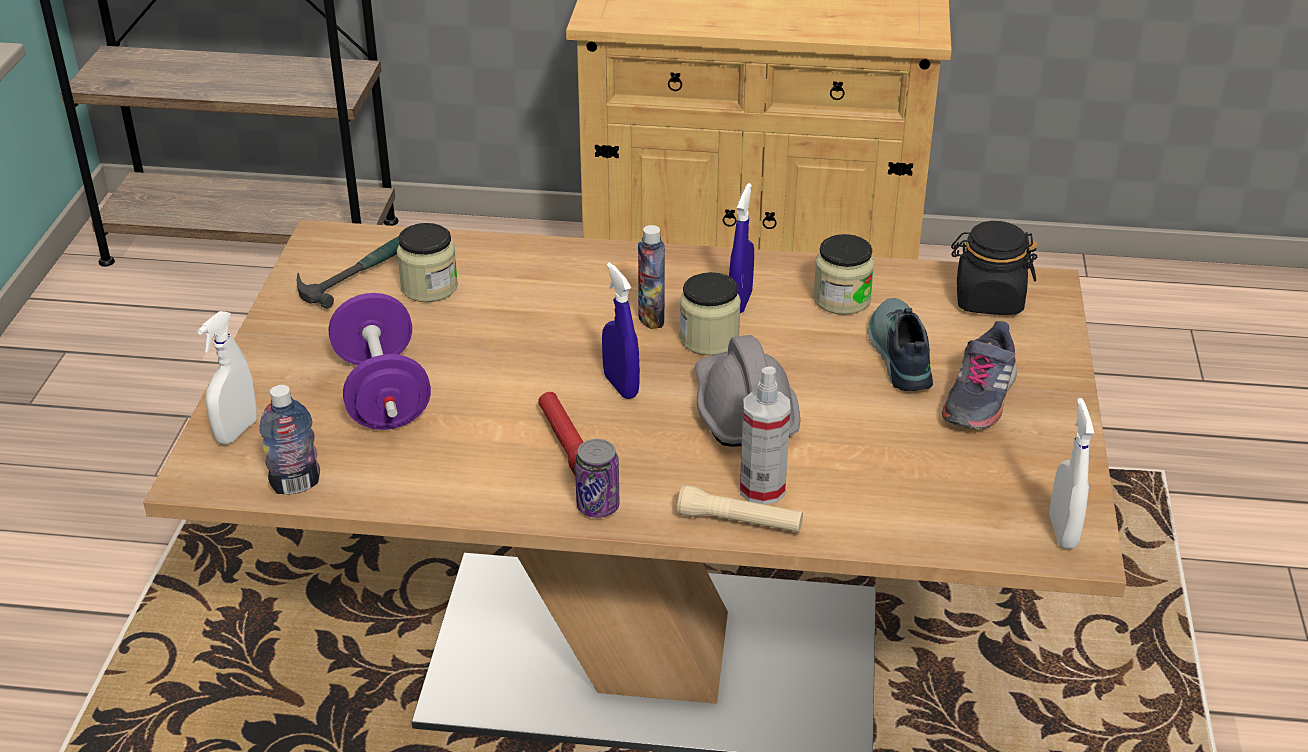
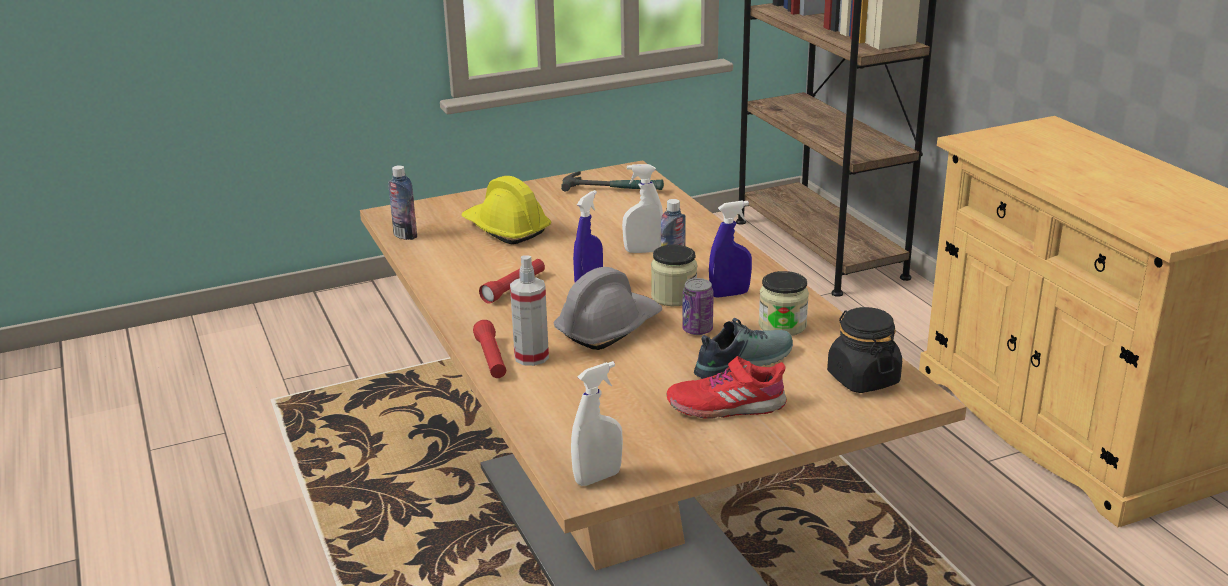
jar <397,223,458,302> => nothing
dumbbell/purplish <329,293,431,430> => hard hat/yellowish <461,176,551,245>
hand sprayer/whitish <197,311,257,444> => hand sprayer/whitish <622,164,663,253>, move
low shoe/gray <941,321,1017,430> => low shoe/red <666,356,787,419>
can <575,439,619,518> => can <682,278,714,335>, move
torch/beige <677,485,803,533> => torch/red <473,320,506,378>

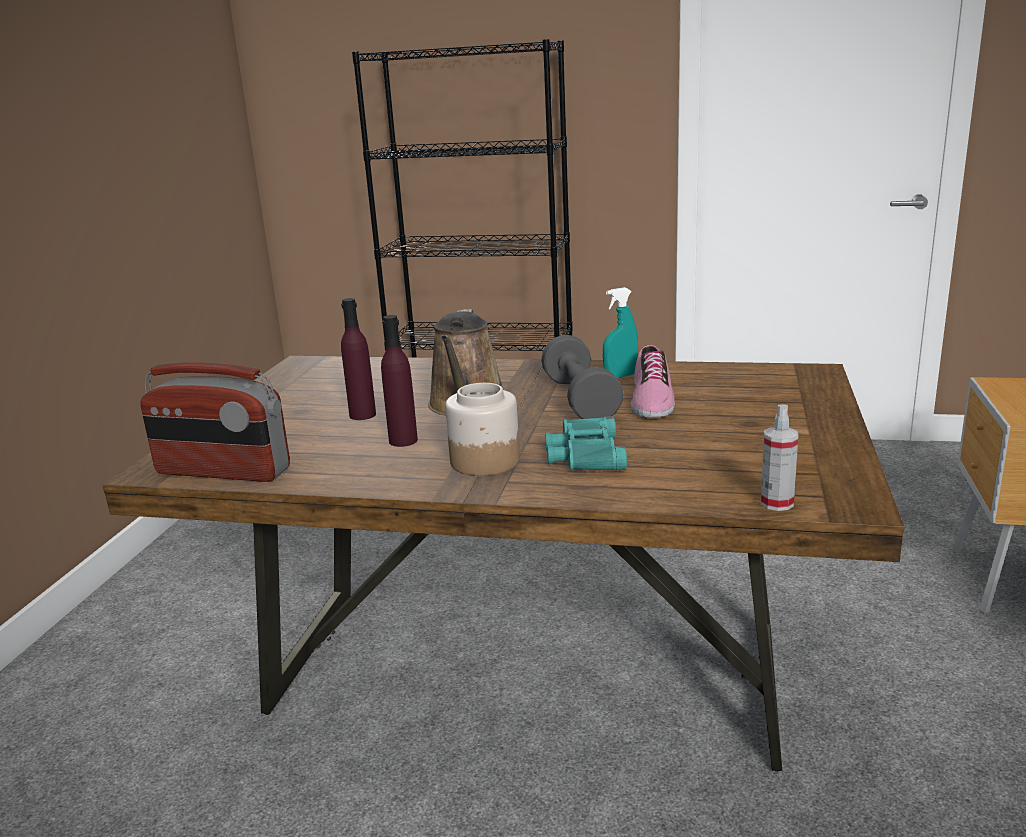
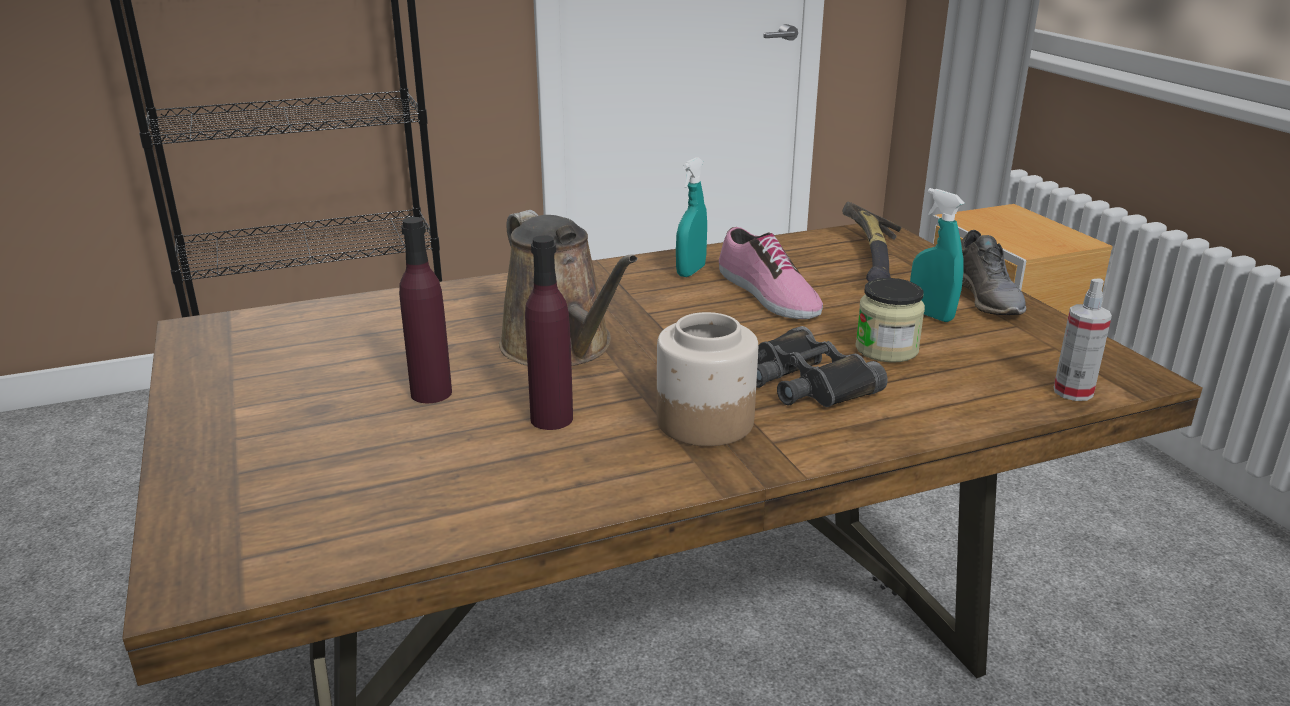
dumbbell/gray <541,335,623,419> => nothing
radio <140,362,290,482> => nothing
field glasses/blue-green <545,416,627,470> => field glasses/blackish <756,326,887,407>
nothing => hand sprayer/blue-green <910,188,964,322>
nothing => hammer <842,201,901,281>
nothing => low shoe/gray <961,230,1026,315>
nothing => jar <855,278,925,363>

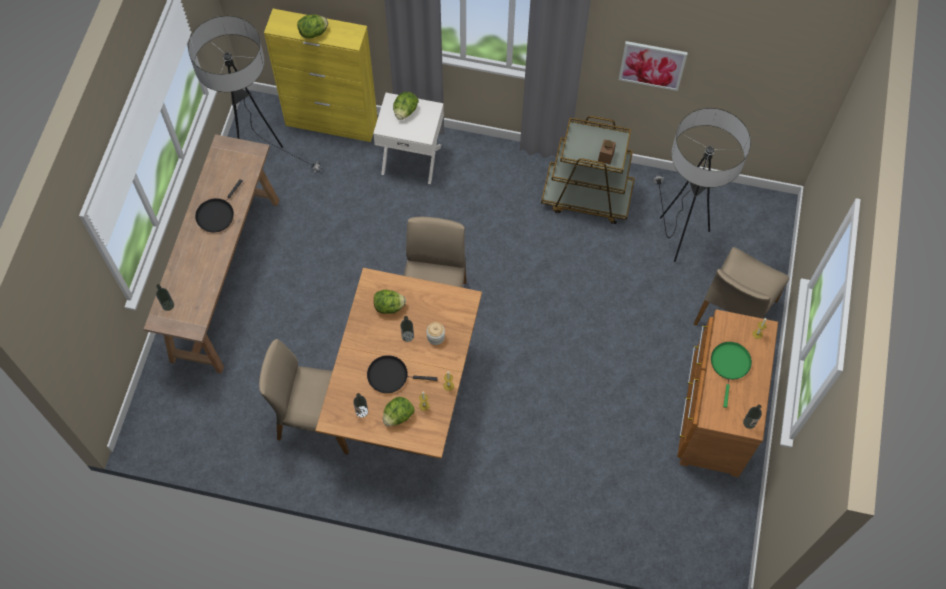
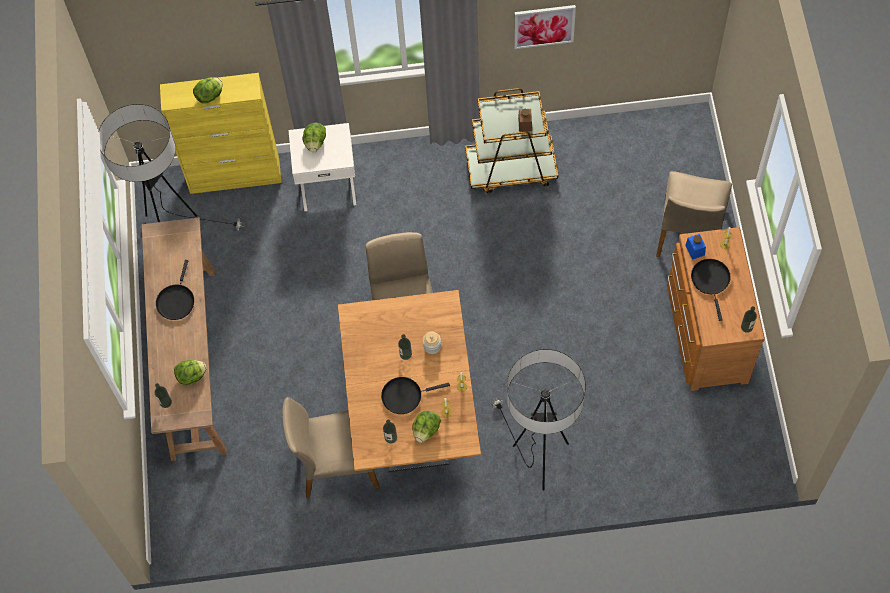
standing lamp <653,108,751,262> => standing lamp <493,349,586,491>, move
head of lettuce <374,289,406,314> => head of lettuce <174,360,207,385>, move
pan/greenish <711,342,752,408> => pan/blackish <691,259,731,321>
nothing => jar/blue-coloured <685,234,706,260>

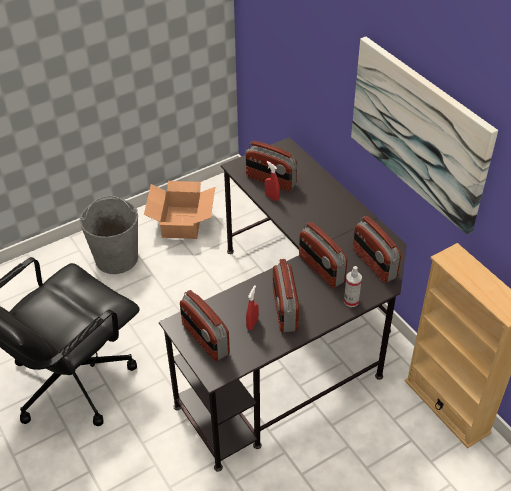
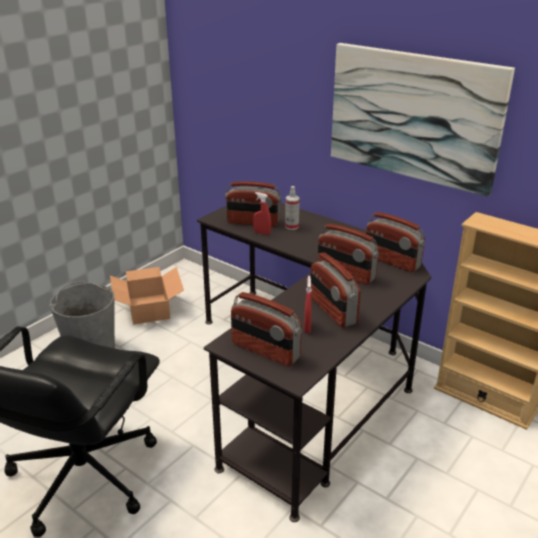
hand sprayer <344,266,362,307> => hand sprayer <285,186,300,230>, move

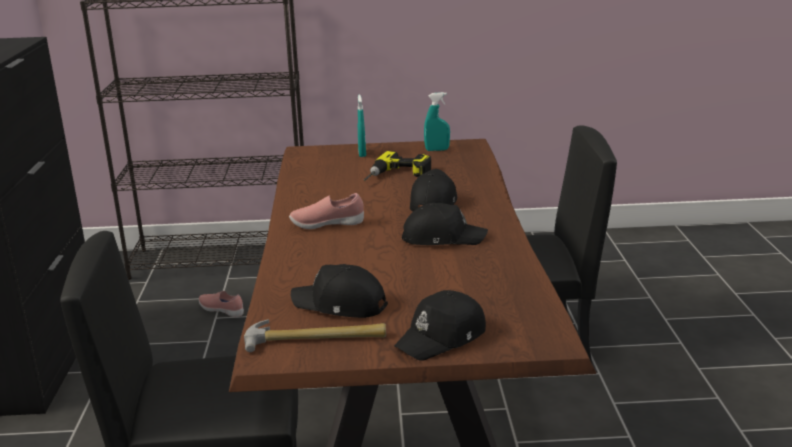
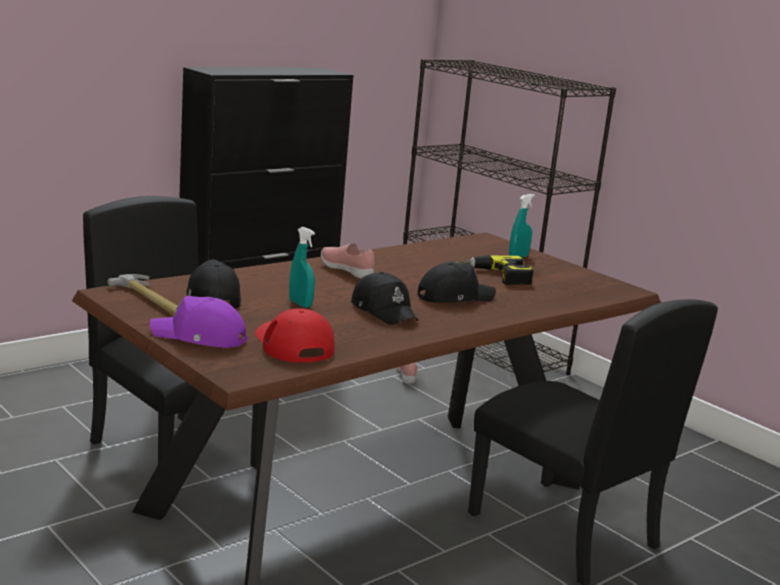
hand sprayer/blue-green <424,92,450,151> => hand sprayer/blue-green <289,227,315,308>, move
peaked cap/blackish <394,290,486,361> => peaked cap/purplish <150,296,248,348>
nothing => peaked cap/red <255,308,335,363>

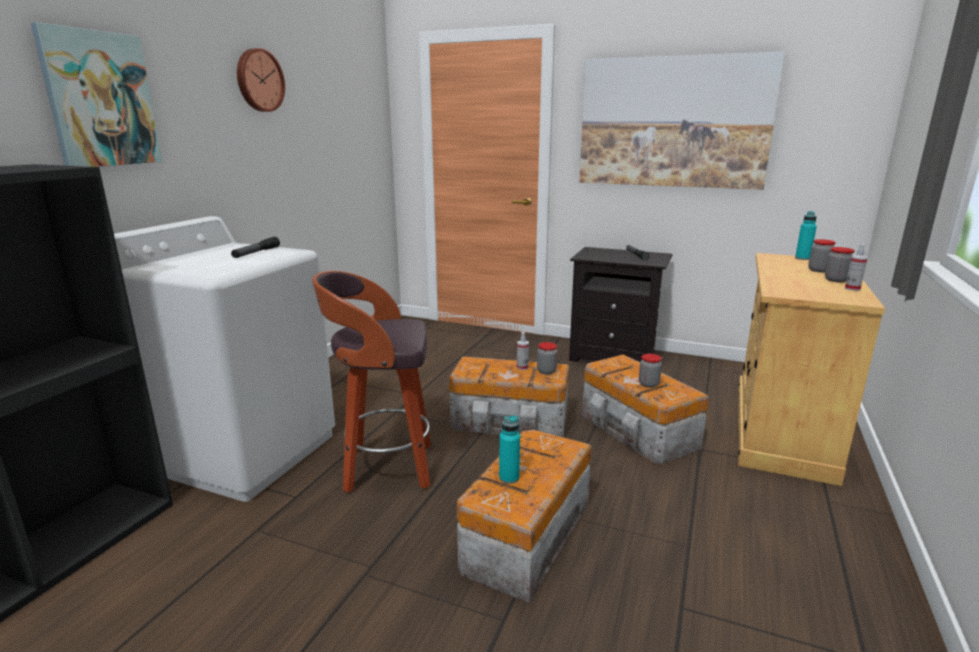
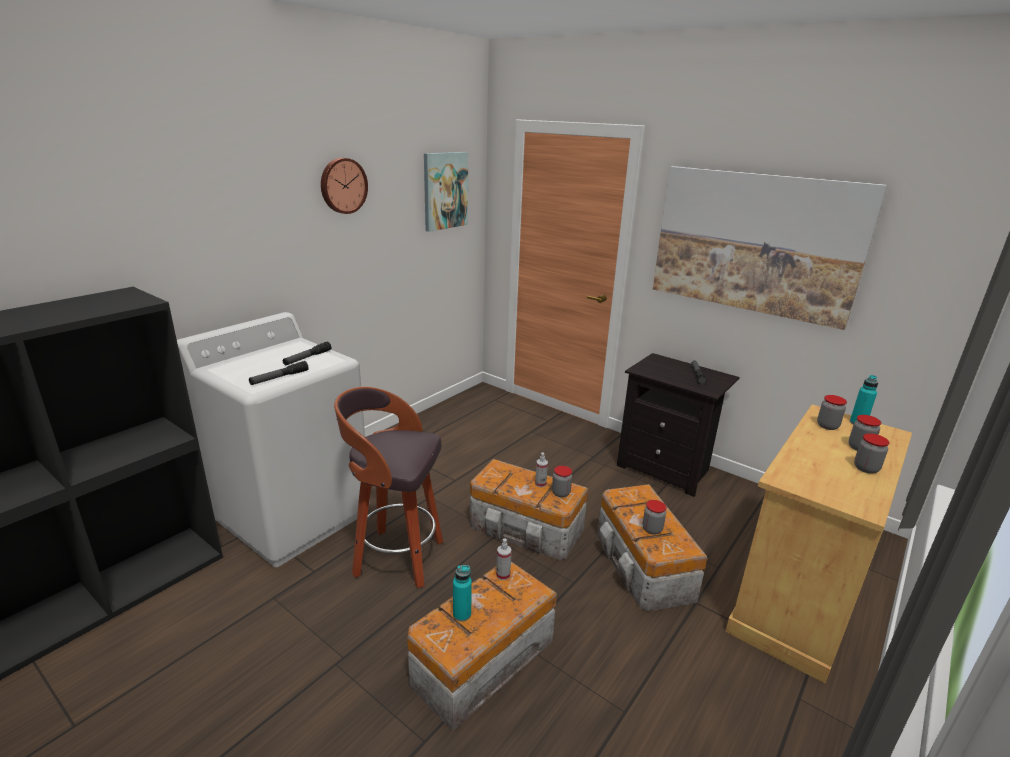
wall picture <31,22,163,167> => wall picture <424,152,468,232>, move
hand sprayer <845,244,868,291> => hand sprayer <496,539,512,580>, move
nothing => torch <249,361,309,385>
nothing => jar <817,395,847,430>

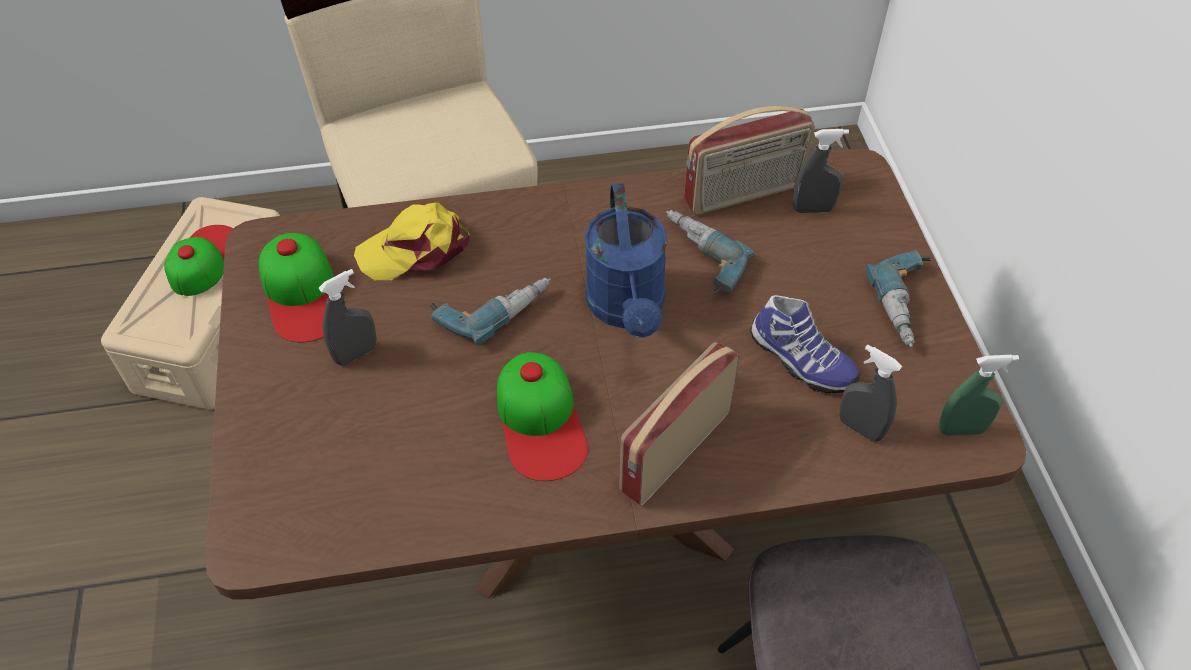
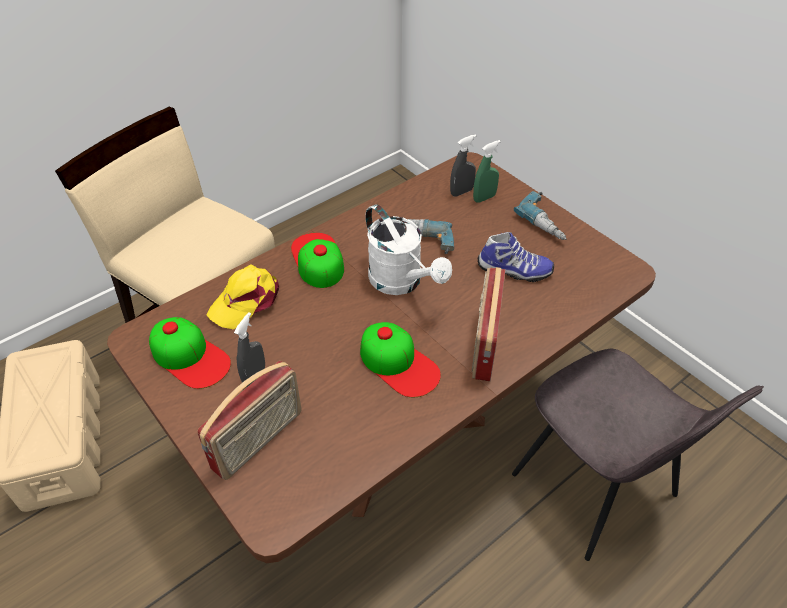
radio <684,106,815,215> => radio <197,361,302,480>, move
watering can/blue-coloured <585,183,667,338> => watering can/whitish <365,204,452,295>
peaked cap <164,225,233,296> => peaked cap <291,233,344,288>, move
drill <430,278,551,345> => nothing
hand sprayer/gray <839,344,902,442> => nothing
hand sprayer/greenish <939,355,1019,436> => hand sprayer/greenish <473,140,501,203>, move

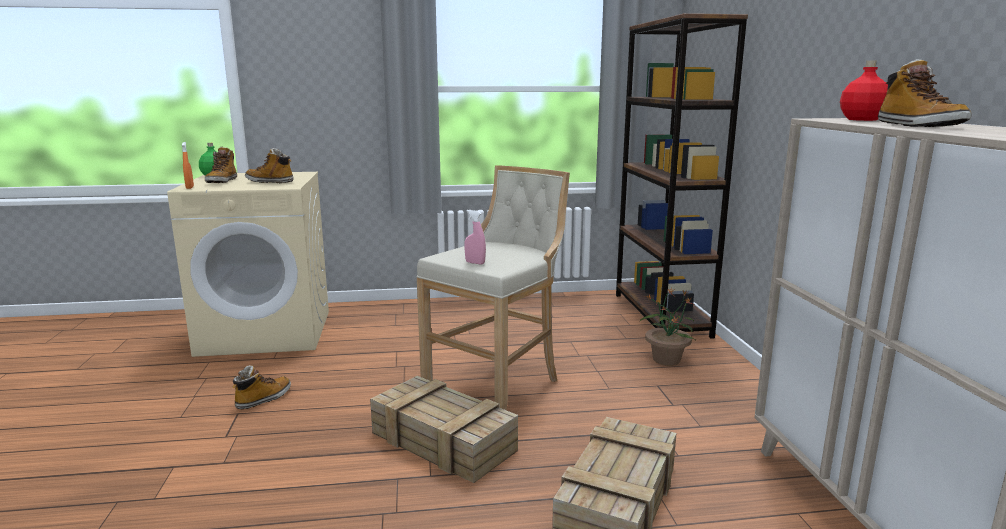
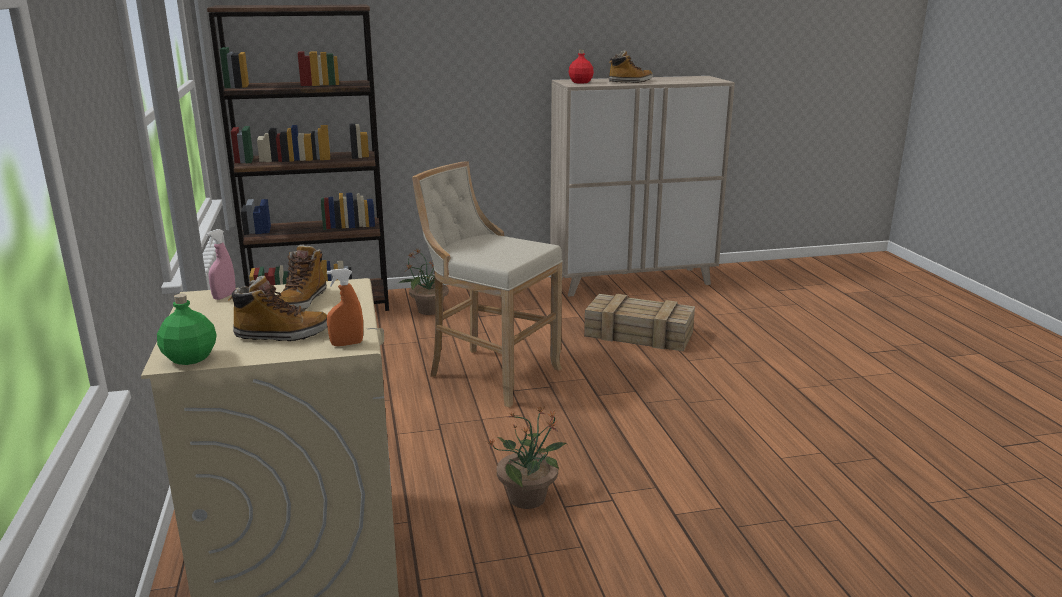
hand sprayer/pink <464,210,486,265> => hand sprayer/pink <206,229,236,300>, move
tall boot <232,365,291,410> => potted plant <486,407,567,509>
shipping crate <370,376,518,483> => nothing

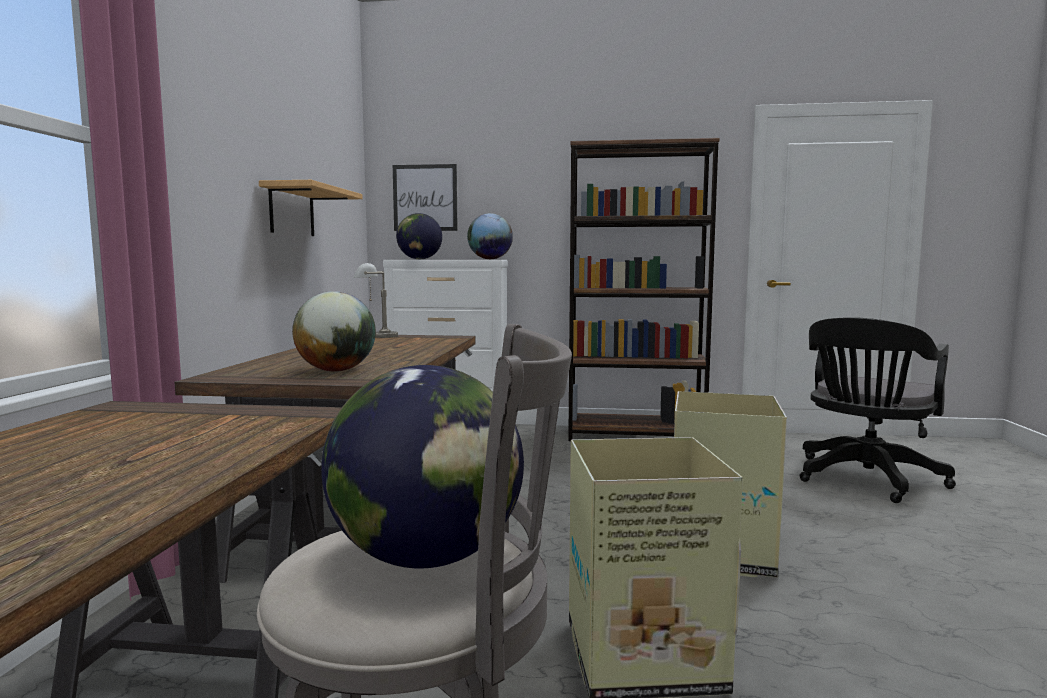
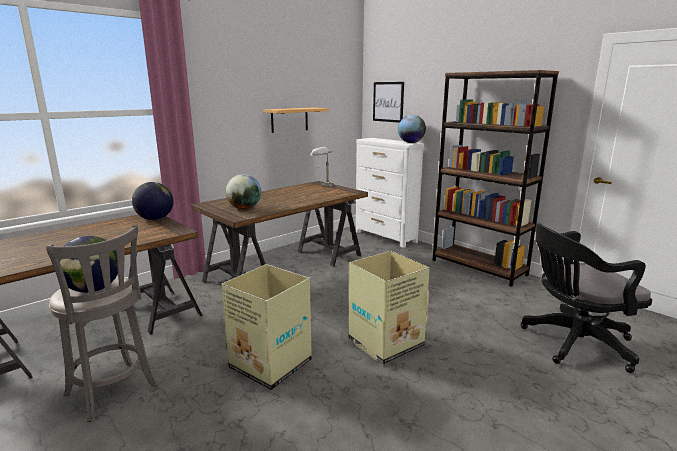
desk globe <396,213,442,259> => desk globe <132,182,173,220>, move

